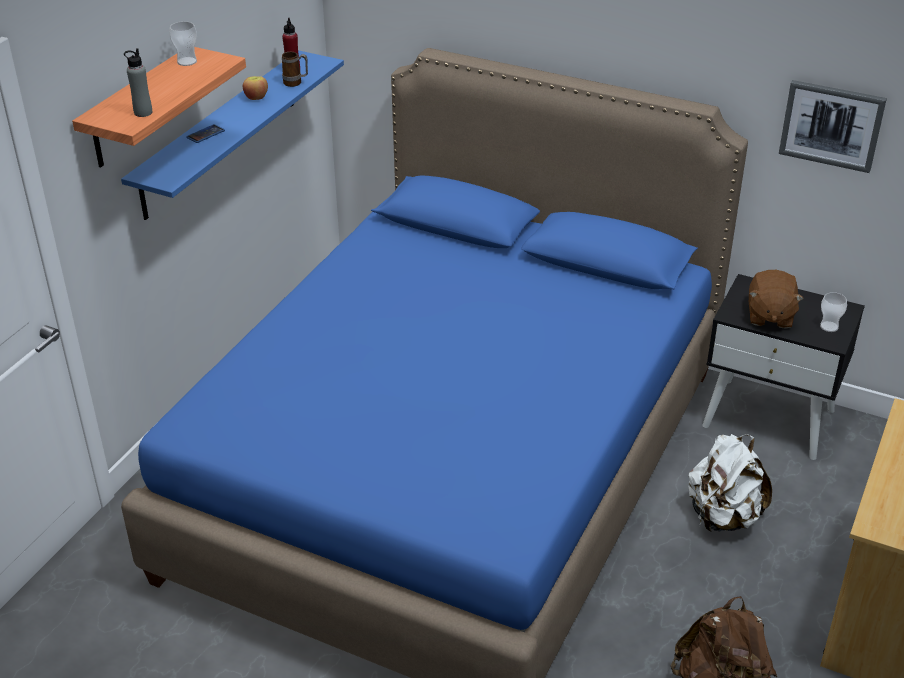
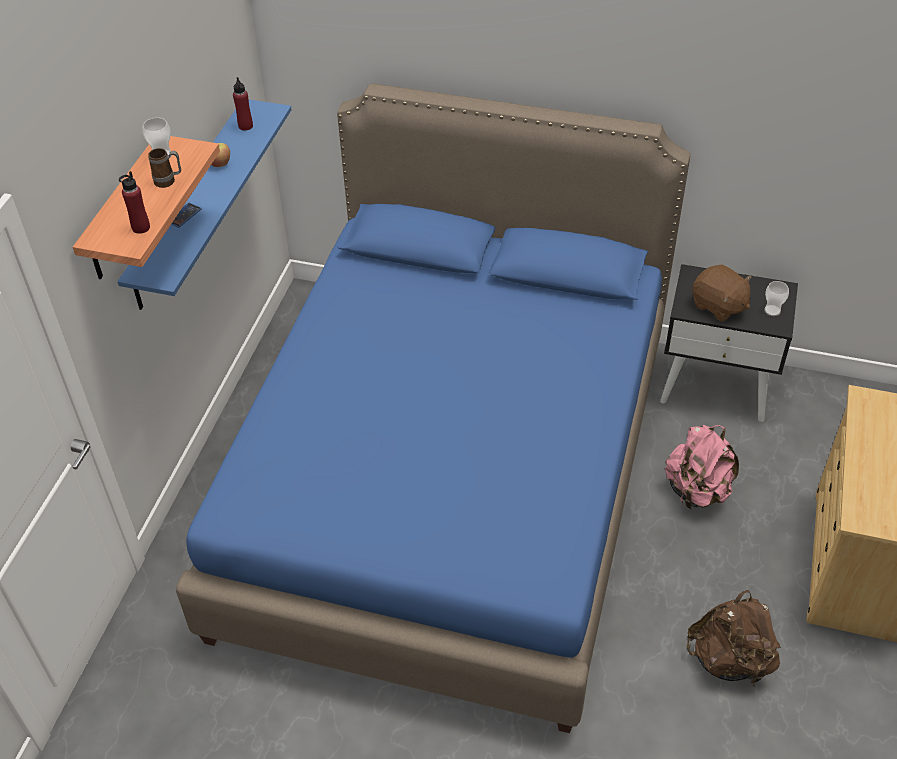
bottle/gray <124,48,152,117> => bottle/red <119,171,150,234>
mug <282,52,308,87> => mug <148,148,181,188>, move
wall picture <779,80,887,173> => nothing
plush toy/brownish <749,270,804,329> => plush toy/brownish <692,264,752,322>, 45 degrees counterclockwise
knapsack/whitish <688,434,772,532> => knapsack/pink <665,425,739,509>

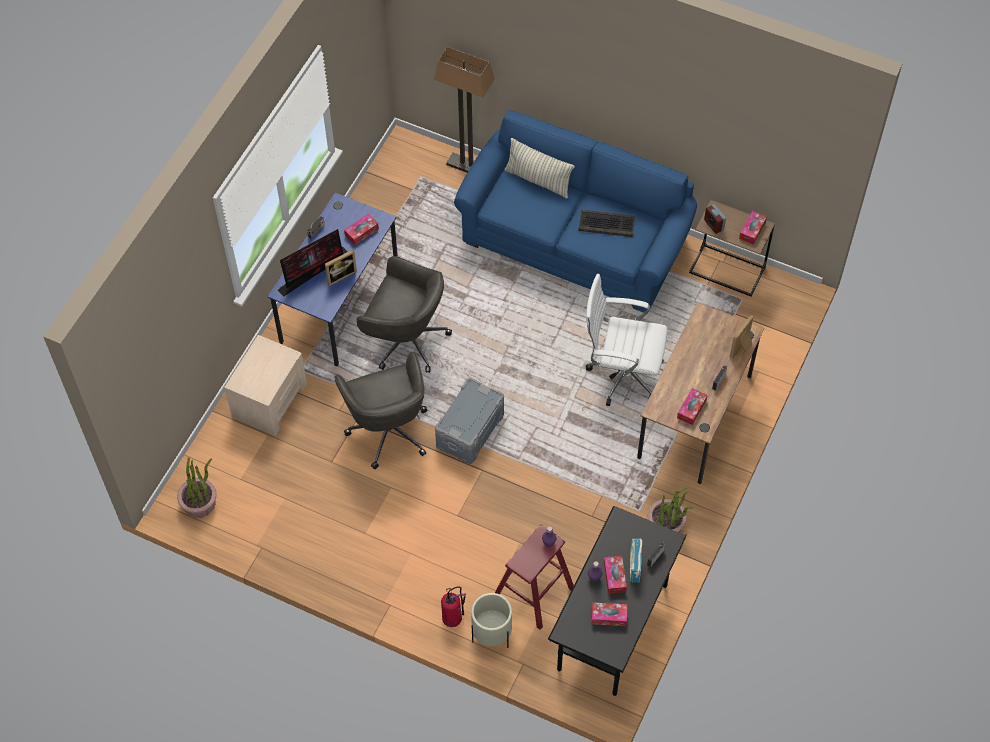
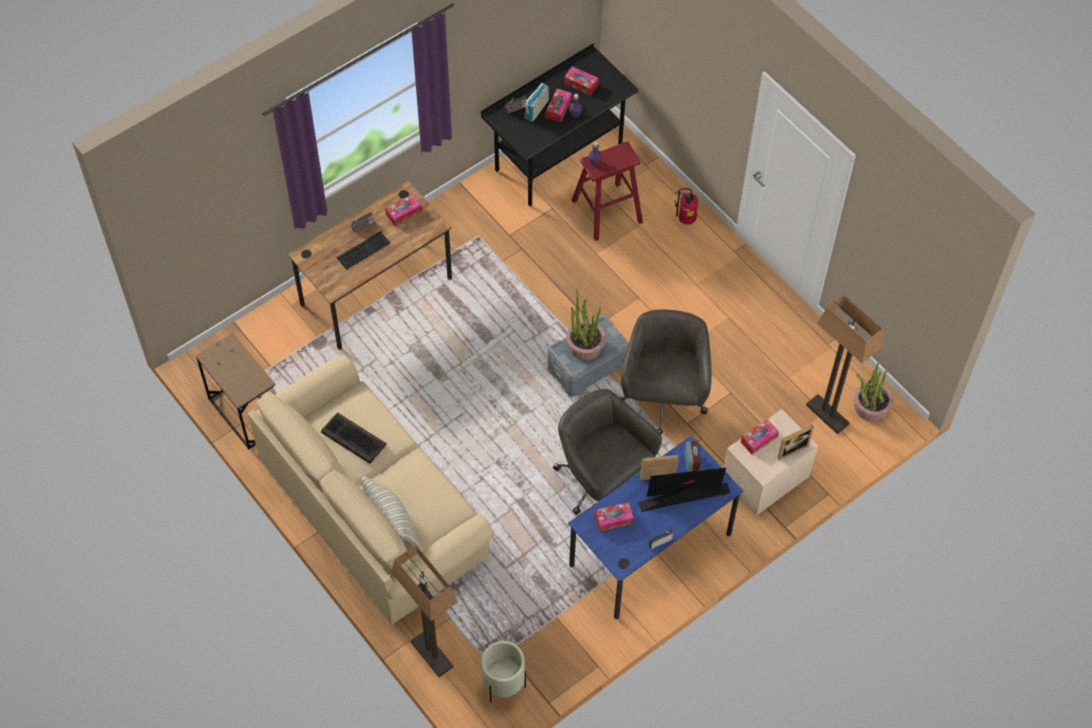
settee/blue-coloured <454,110,697,313> => settee/beige <248,355,494,625>
bedside clock <704,204,726,234> => bedside clock <685,441,701,472>, move
box of tissues <739,211,767,245> => box of tissues <741,419,779,454>, move
office chair/whitish <585,274,668,406> => nothing
standing frame <730,315,754,359> => standing frame <778,424,814,460>, move
potted plant <648,487,693,533> => potted plant <566,288,606,360>, move
plant pot/beige <471,593,512,648> => plant pot/beige <481,641,526,702>, move
nothing => PC keyboard <336,231,390,270>
nothing => standing lamp <806,294,884,434>

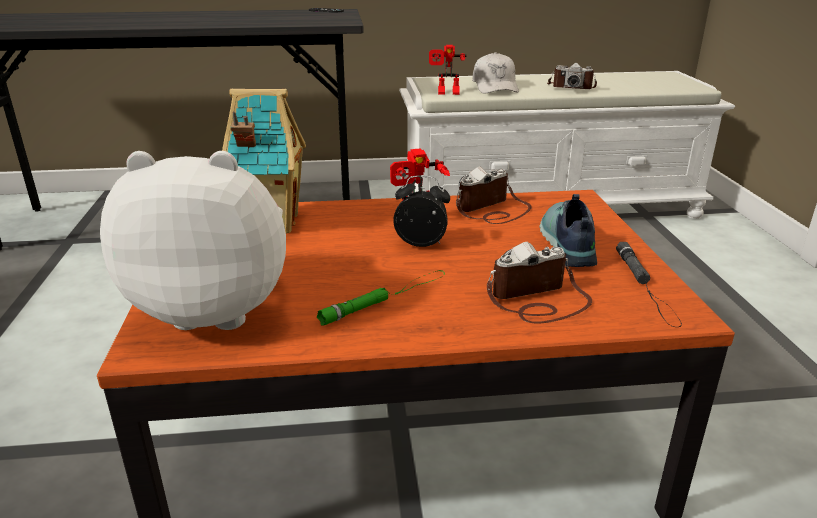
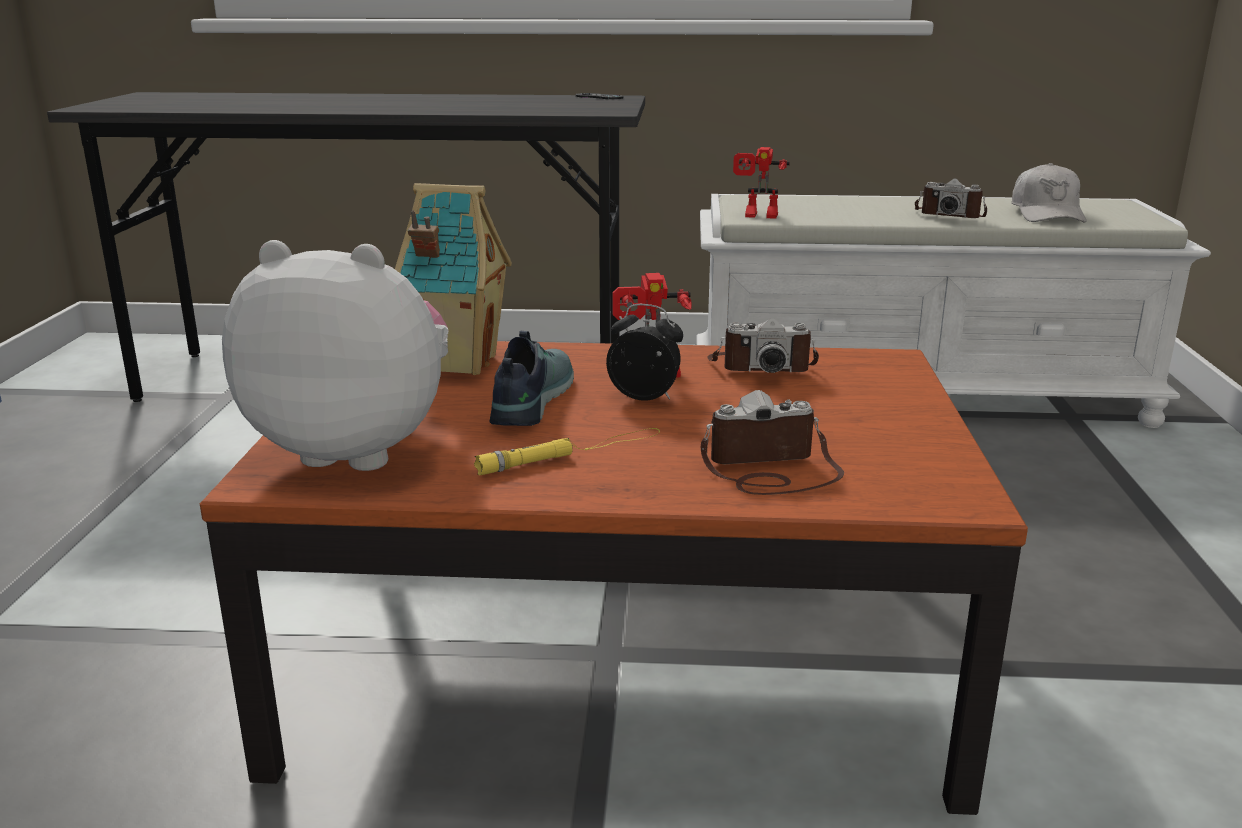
peaked cap/whitish <472,52,519,94> => peaked cap/whitish <1011,163,1087,223>, move
photo camera <456,166,532,224> => photo camera <707,318,819,373>, 150 degrees counterclockwise
low shoe <539,194,597,267> => low shoe <489,331,574,426>, move
torch/blackish <616,242,682,327> => nothing
torch/greenish <317,270,445,326> => torch/yellowish <474,428,660,475>

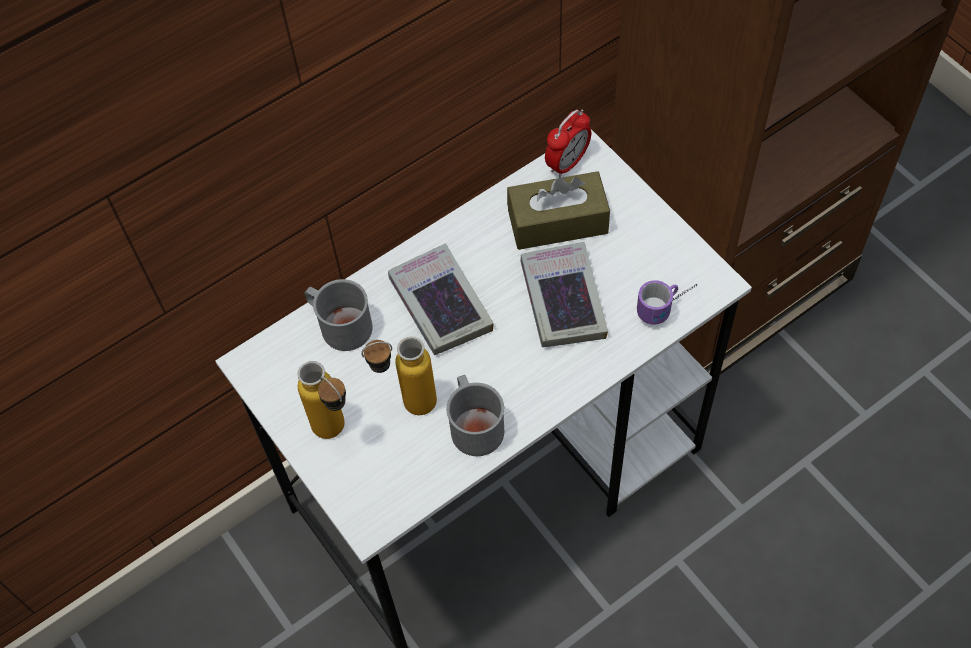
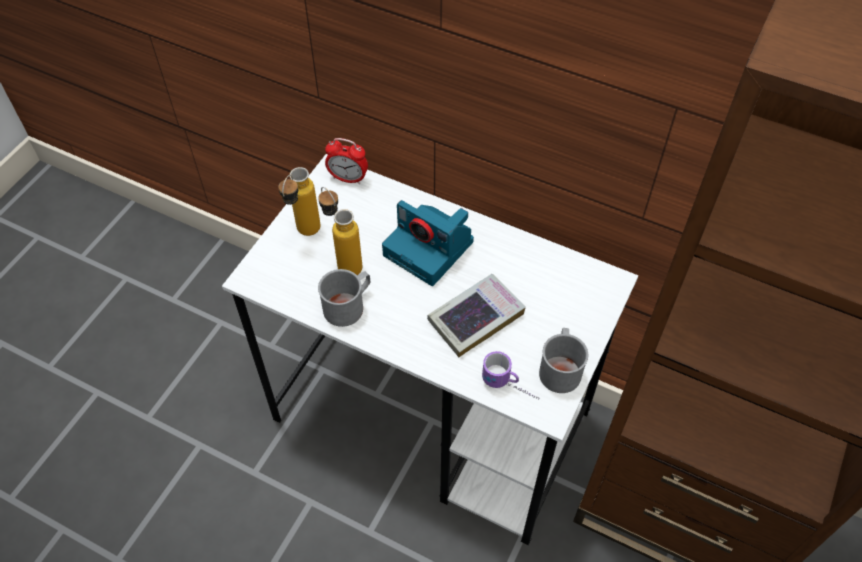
bedside clock <545,109,591,177> => bedside clock <325,138,368,184>, move
box of tissues/brownish <507,171,610,250> => nothing
bound book <388,243,494,355> => photo camera <382,200,474,286>
mug/gray <304,279,373,351> => mug/gray <539,328,588,393>, move

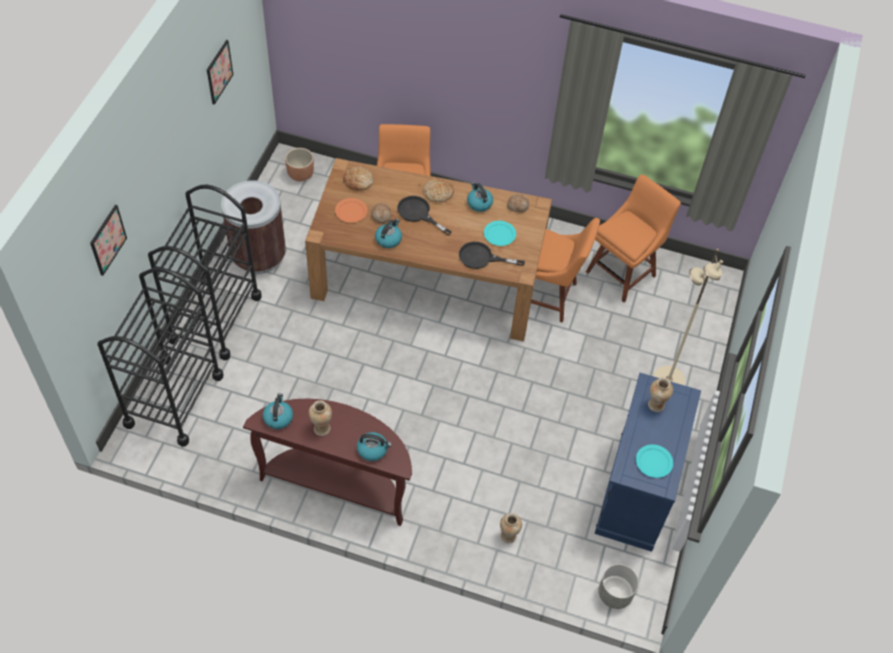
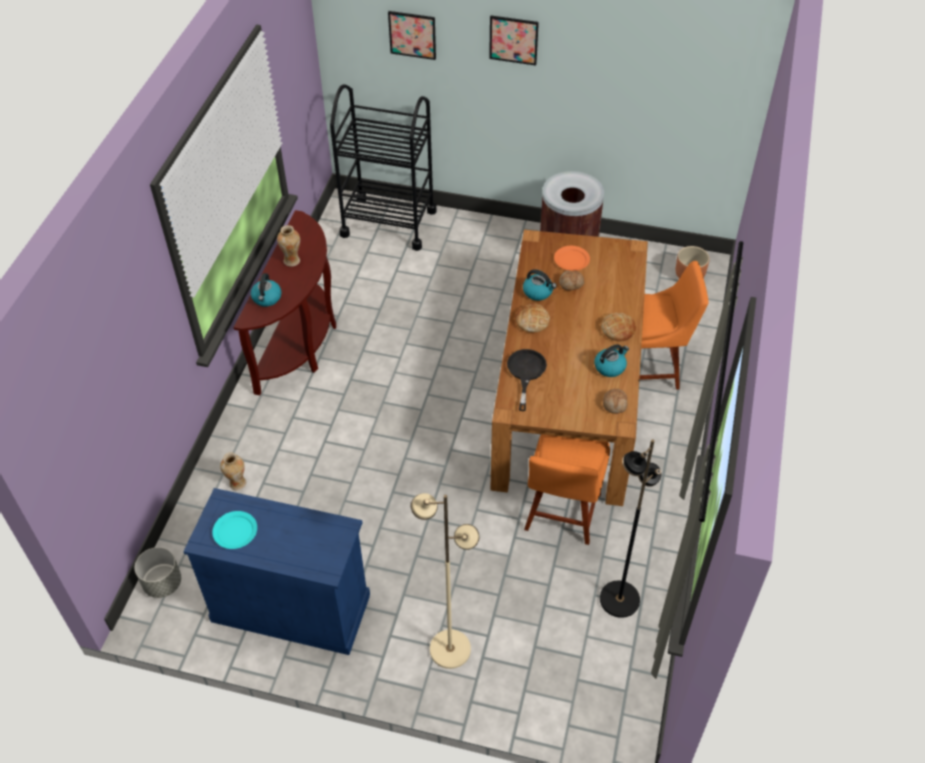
wall picture <207,40,233,105> => wall picture <489,15,539,66>, move
baked bread <343,166,373,191> => baked bread <515,303,550,332>, move
upright chair/orange <586,174,681,302> => standing lamp/blackish <600,439,661,618>
trolley/blackish <148,184,262,360> => nothing
pan/blackish <397,196,452,235> => nothing
plate/blue-green <484,221,516,246> => nothing
flower vase <648,377,673,412> => nothing
tea kettle <263,393,293,429> => nothing

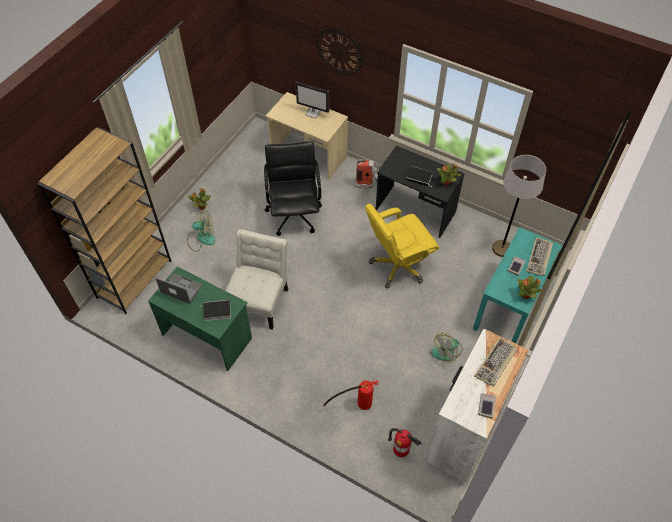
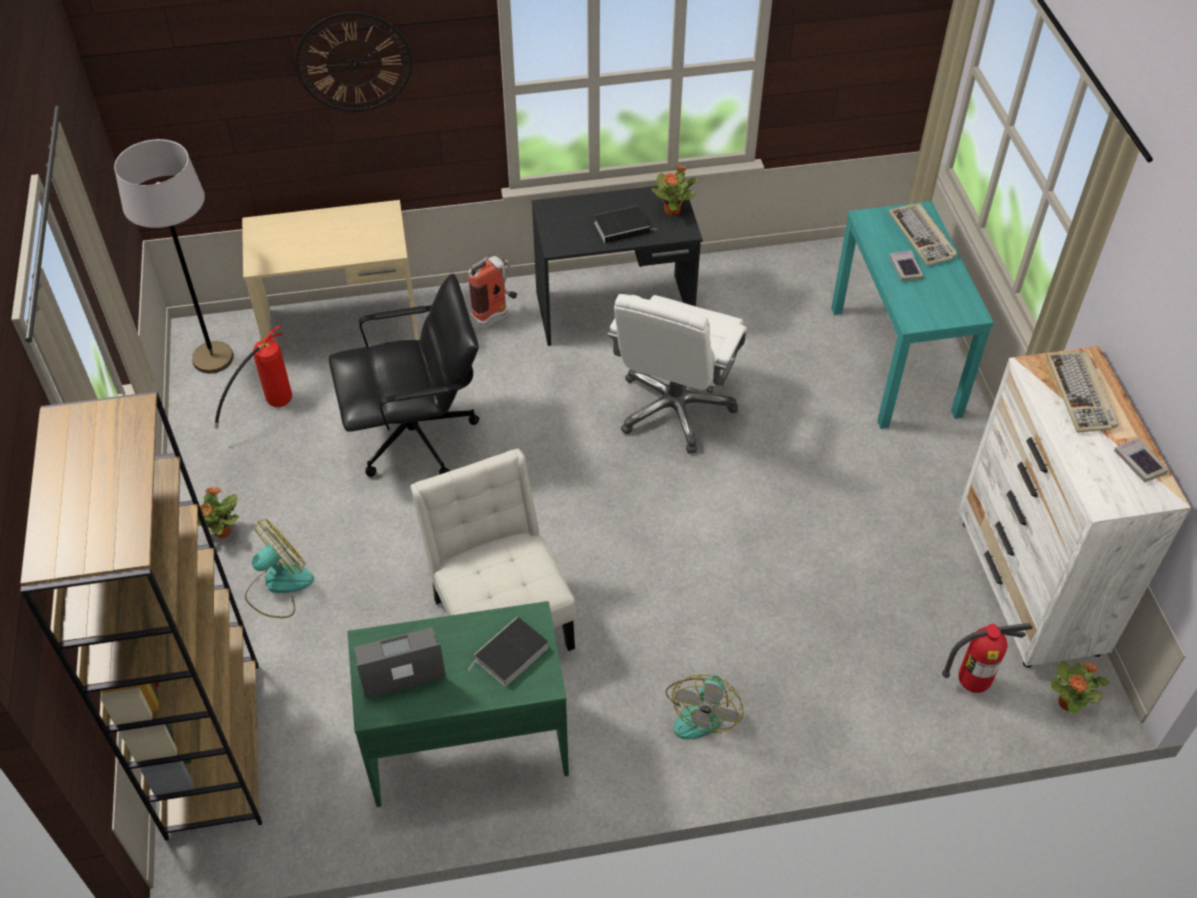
computer display <295,81,329,119> => nothing
office chair/blackish <264,141,322,236> => office chair/blackish <329,274,479,477>, 120 degrees clockwise
standing lamp/gray <492,155,546,257> => standing lamp/gray <114,139,234,373>, move
office chair/yellowish <365,204,439,288> => office chair/whitish <607,294,747,454>
potted plant <517,276,541,299> => potted plant <1051,660,1109,714>, move
fan <431,332,463,363> => fan <665,674,744,739>, move
extinguisher <323,381,379,410> => extinguisher <214,325,292,429>, move

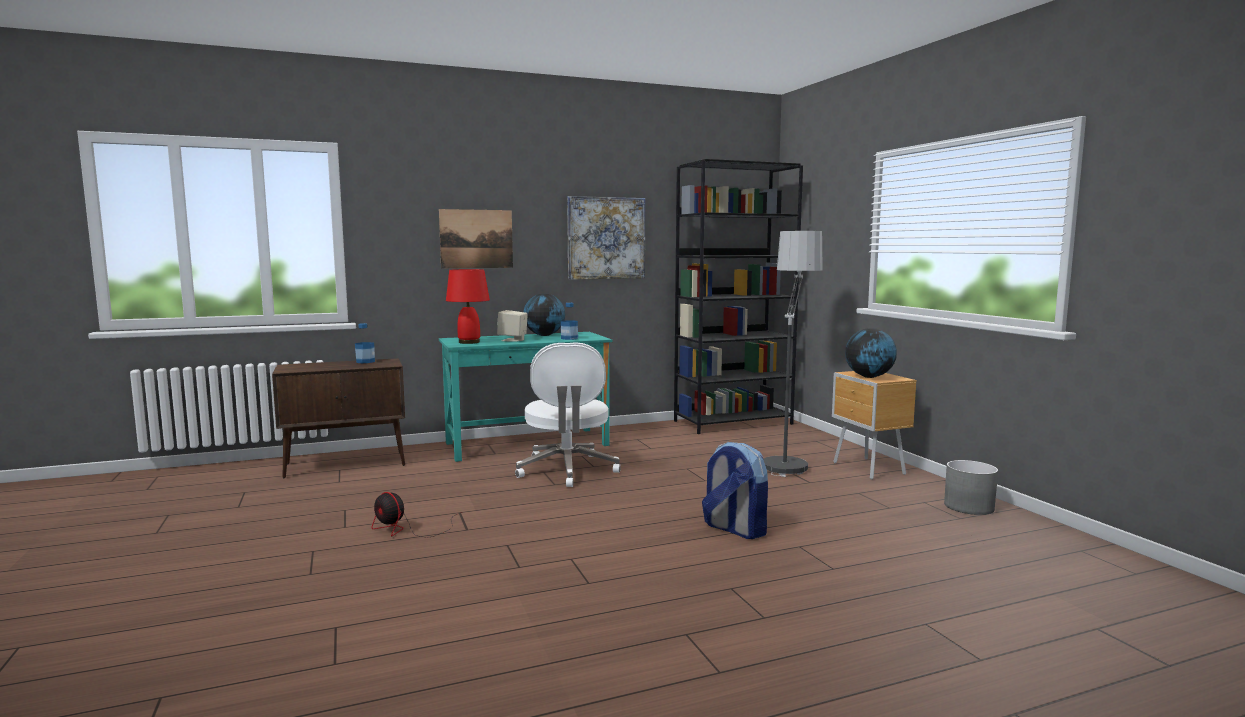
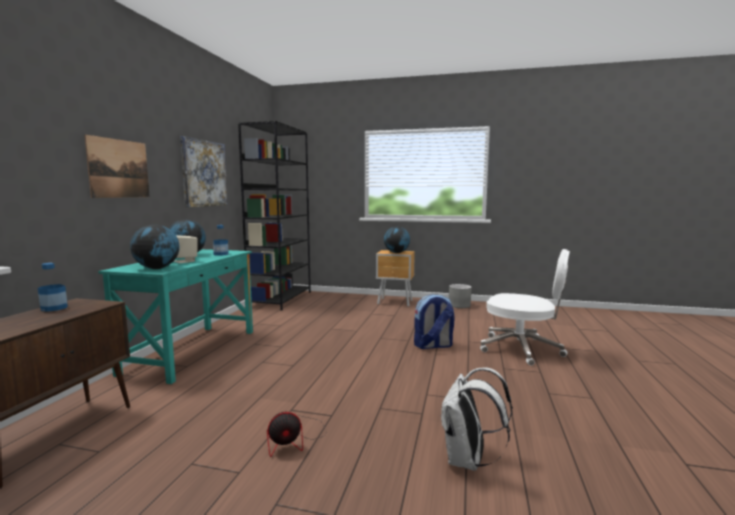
standing lamp <763,231,823,477> => nothing
lamp for a table/red <446,269,490,344> => desk globe <130,225,180,269>
office chair/whitish <515,342,621,487> => office chair/whitish <480,249,570,366>, move
nothing => knapsack/whitish <440,367,513,471>

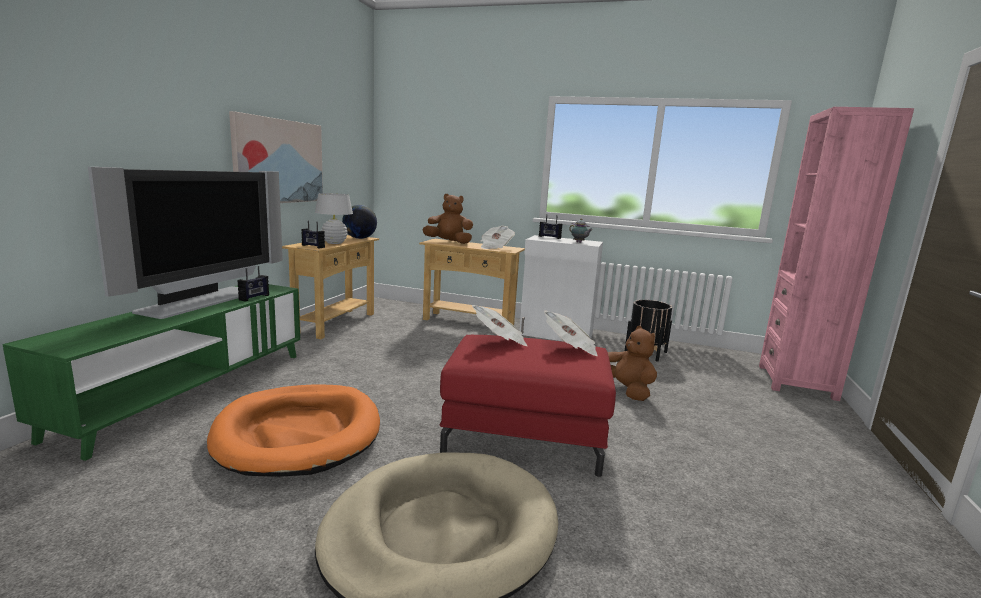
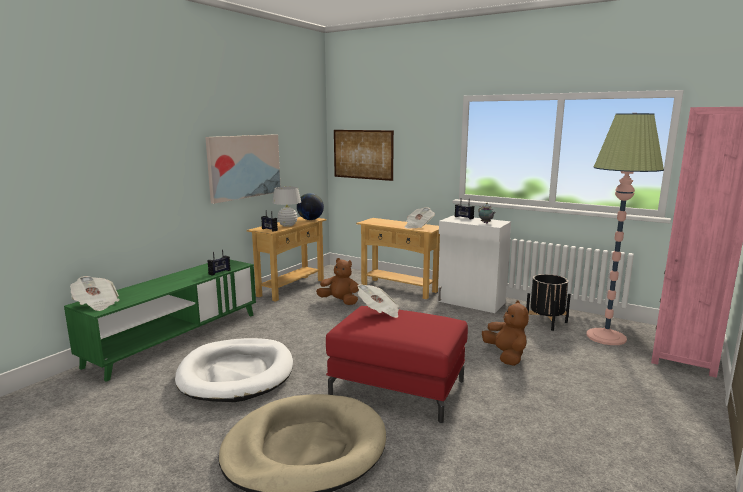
television <88,167,283,319> => nothing
plush toy/brownish <422,194,473,244> => plush toy/brownish <316,258,359,305>, move
daily paper <544,311,598,356> => daily paper <70,276,120,311>, move
dog cushion/orange <207,384,380,477> => dog cushion/whitish <175,338,293,402>
nothing => standing lamp <587,113,664,345>
nothing => wall picture <334,130,394,181>

